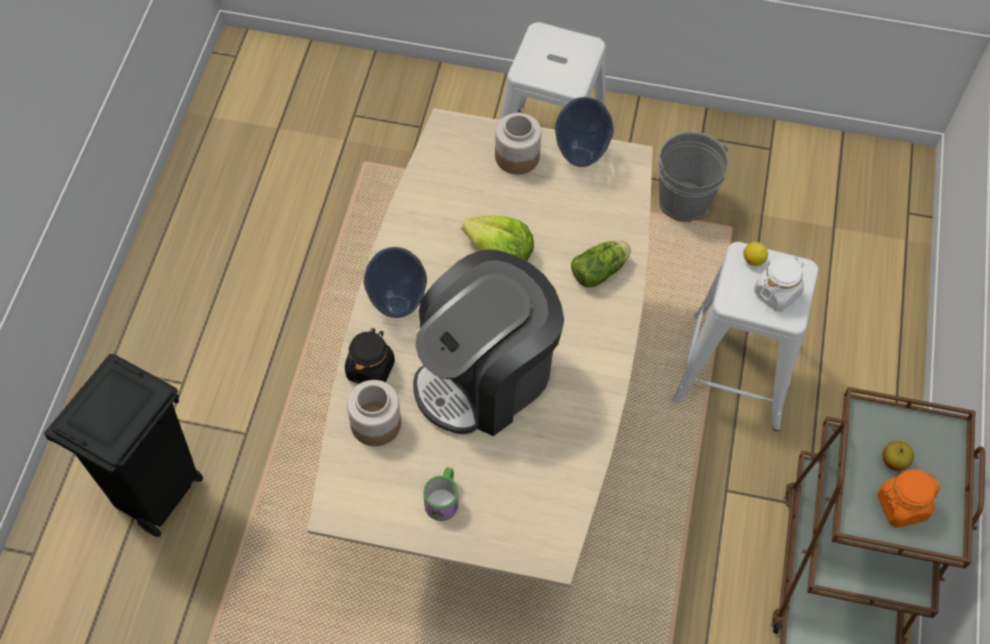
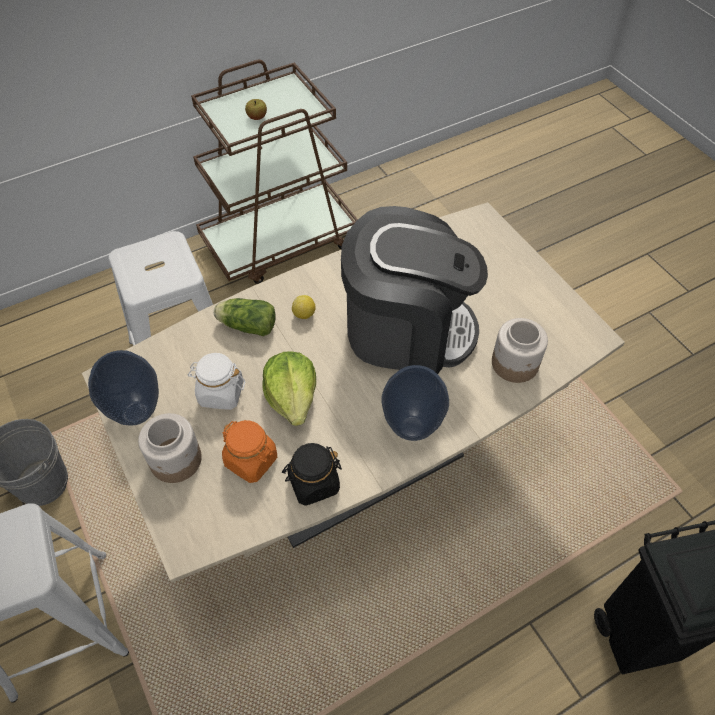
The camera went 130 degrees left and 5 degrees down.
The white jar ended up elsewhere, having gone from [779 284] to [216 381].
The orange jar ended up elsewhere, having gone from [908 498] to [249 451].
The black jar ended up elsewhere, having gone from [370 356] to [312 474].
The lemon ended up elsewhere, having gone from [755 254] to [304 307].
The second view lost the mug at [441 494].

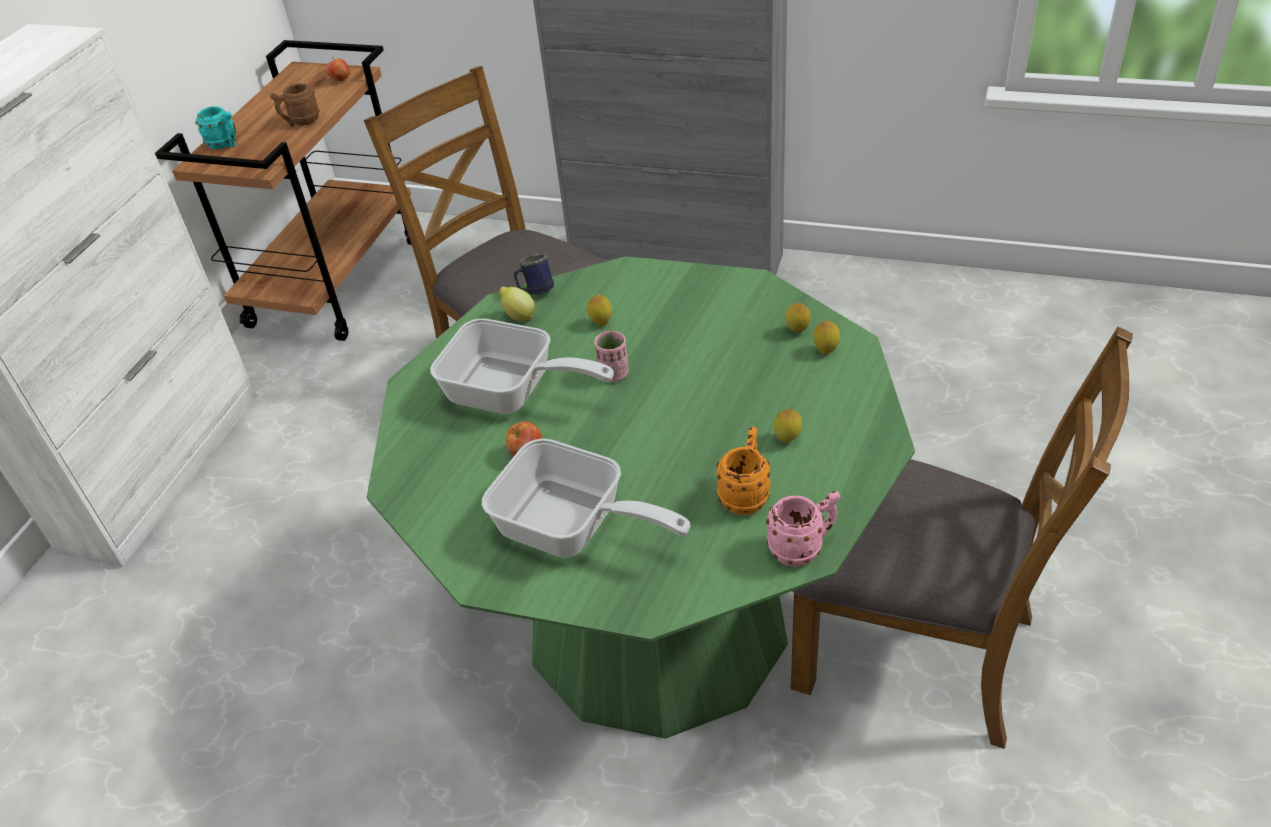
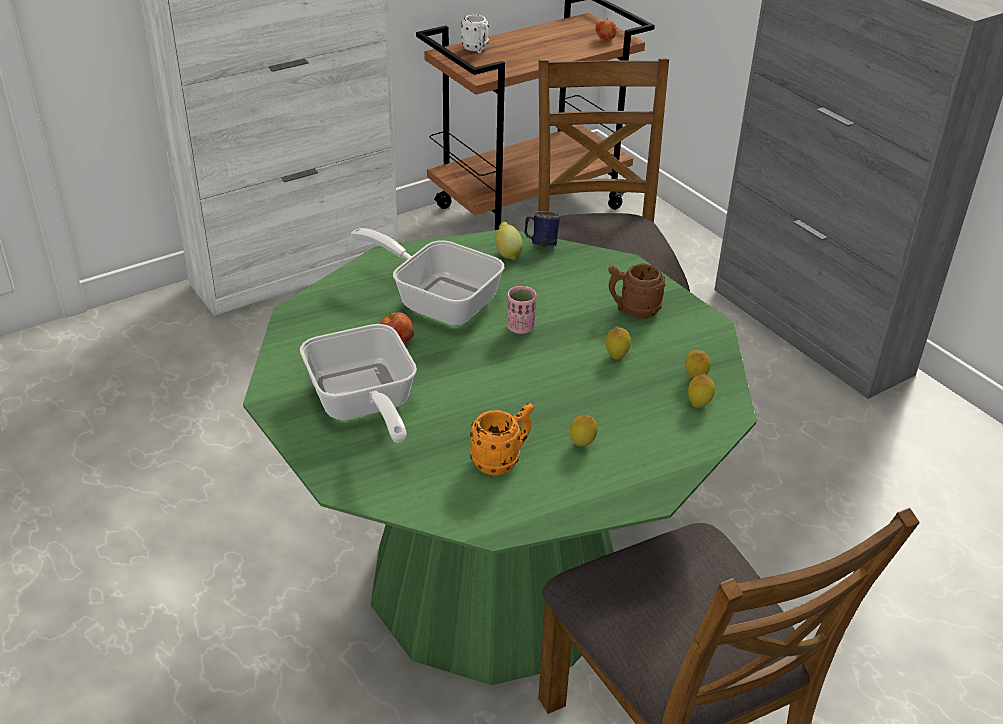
The camera went 35 degrees right and 5 degrees down.
The frying pan at [522 366] ended up facing another way, 150 degrees clockwise from before.
What was the turquoise mug at [216 127] turned into the white mug at [475 34].
The lemon ended up elsewhere, having gone from [599 310] to [618 343].
The brown mug ended up elsewhere, having gone from [295 104] to [637 291].
The second view lost the pink mug at [803 528].

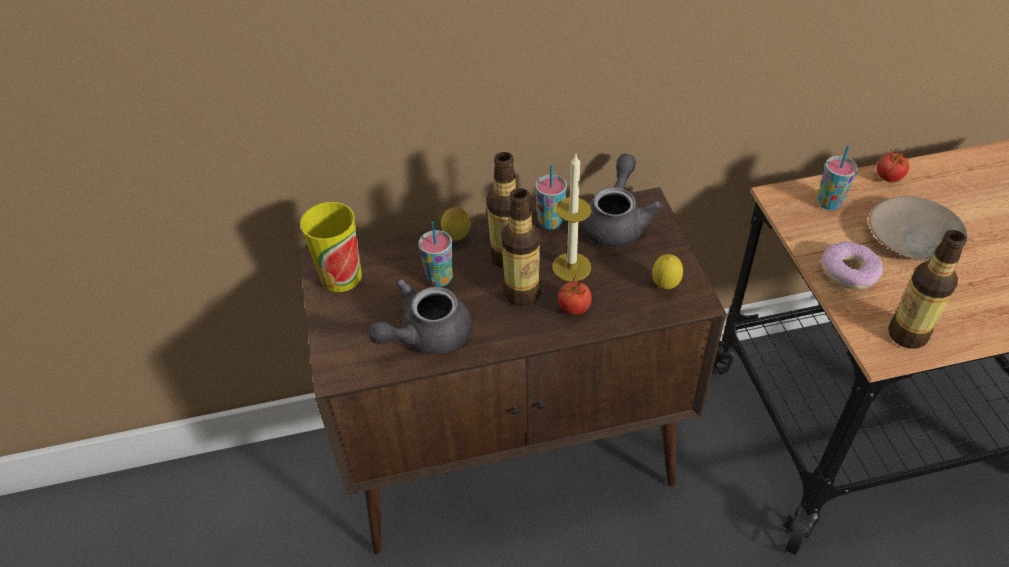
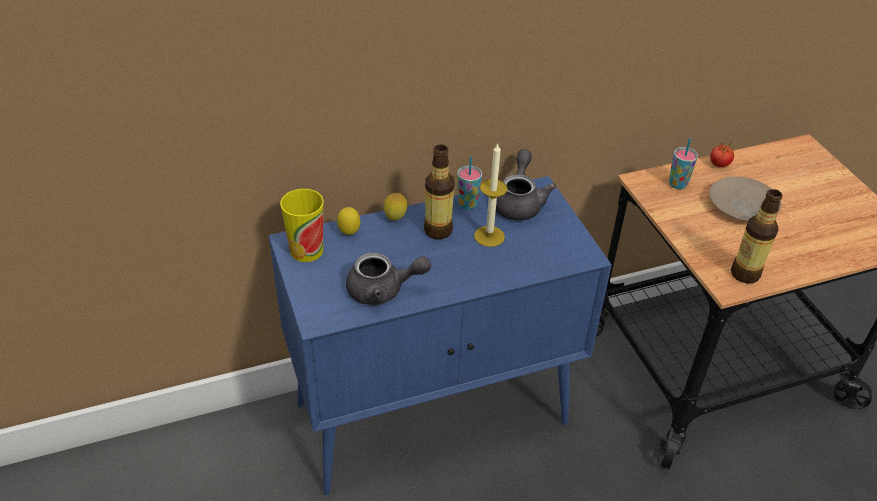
The camera went 10 degrees left and 5 degrees down.
What was the brown cabinet at [512 370] turned into the blue cabinet at [440 335].
The lemon ended up elsewhere, having gone from [667 271] to [348 221].
The grey teapot at [420 316] ended up facing another way, 135 degrees counterclockwise from before.
The second view lost the cup at [435 254].
The second view lost the bottle at [521 247].
The second view lost the tomato at [575 295].
The second view lost the donut at [852 265].

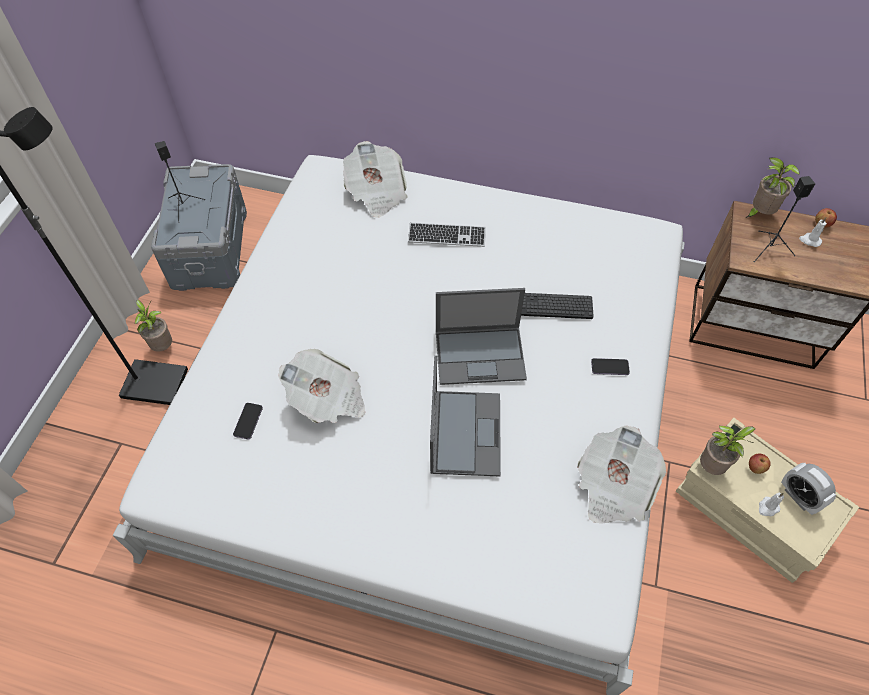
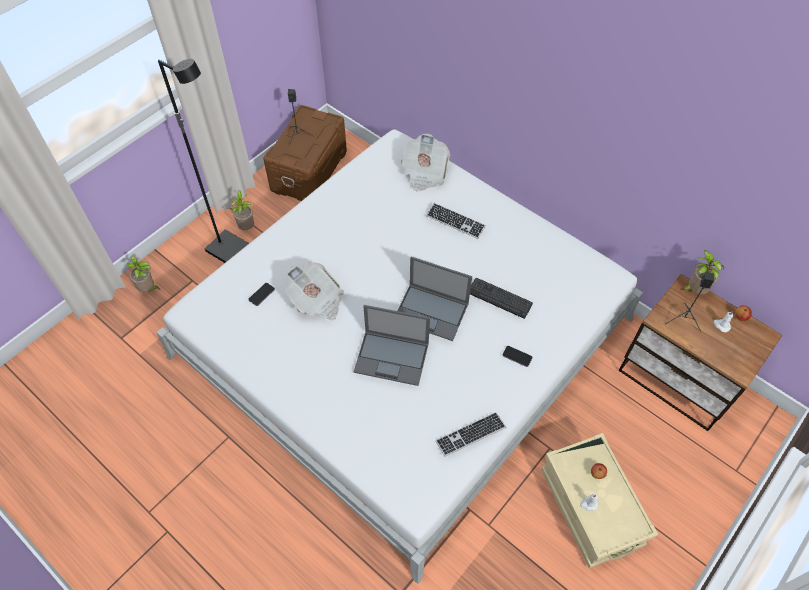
The camera went 25 degrees right and 0 degrees up.
The potted plant ended up elsewhere, having gone from [727 450] to [143 274].
What was the grey storage box at [199 227] turned into the brown storage box at [305 153].
The laptop at [465 416] ended up facing another way, 75 degrees clockwise from before.
Where the newspaper stood at [621 475], the keyboard came to stand at [470 434].
The second view lost the alarm clock at [808 489].

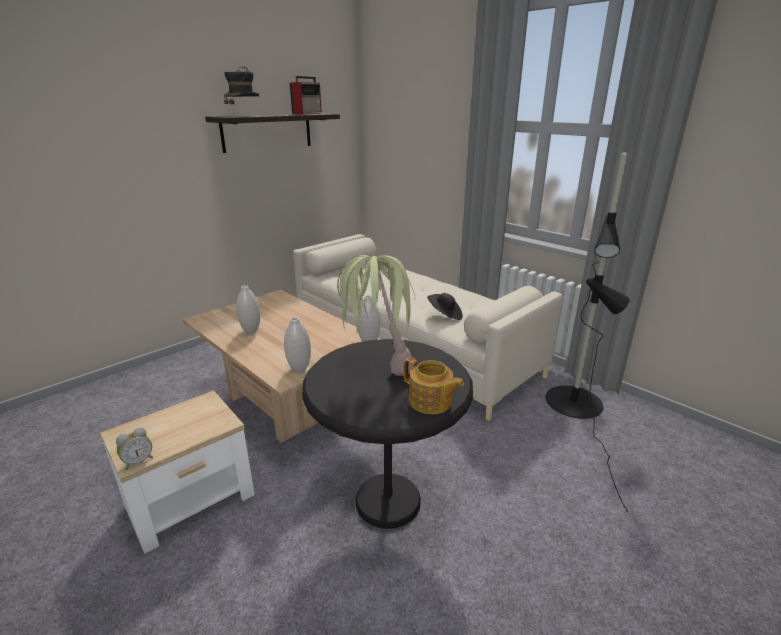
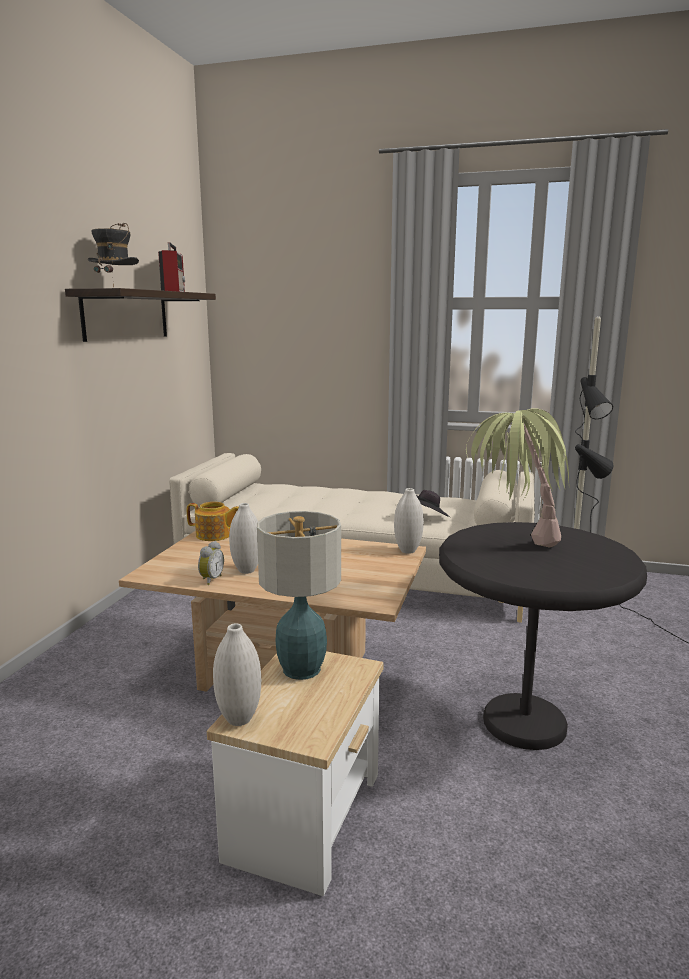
The camera went 30 degrees left and 10 degrees down.
The teapot ended up elsewhere, having gone from [433 385] to [213 521].
The alarm clock ended up elsewhere, having gone from [134 449] to [211 563].
The white vase ended up elsewhere, having gone from [297 344] to [237 675].
The second view gained the table lamp at [299 595].

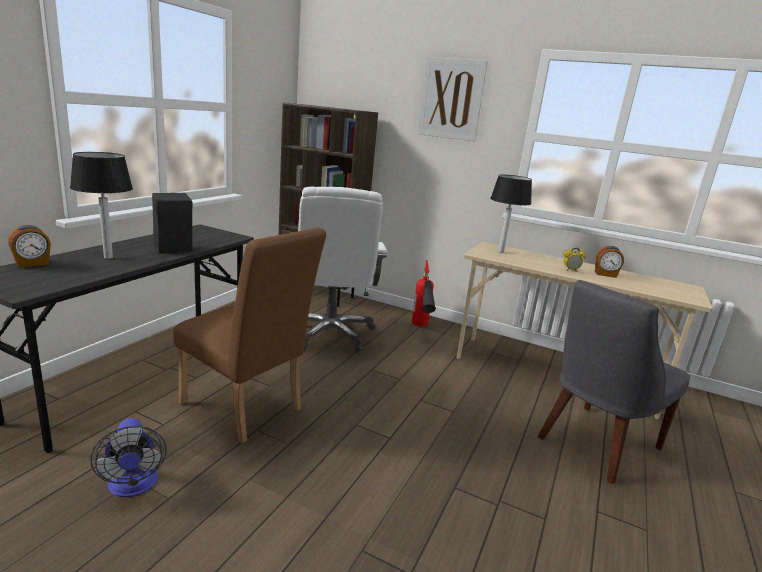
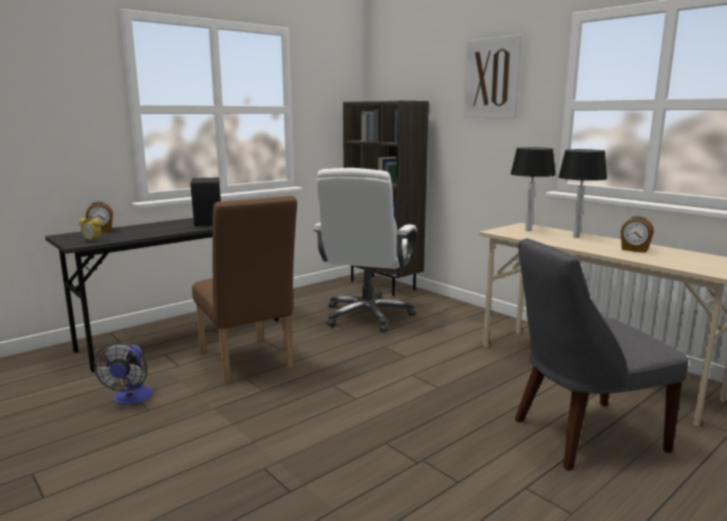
The camera went 25 degrees right and 5 degrees down.
The alarm clock ended up elsewhere, having gone from [574 260] to [90 228].
The table lamp ended up elsewhere, having gone from [101 205] to [582 193].
The second view lost the fire extinguisher at [424 293].

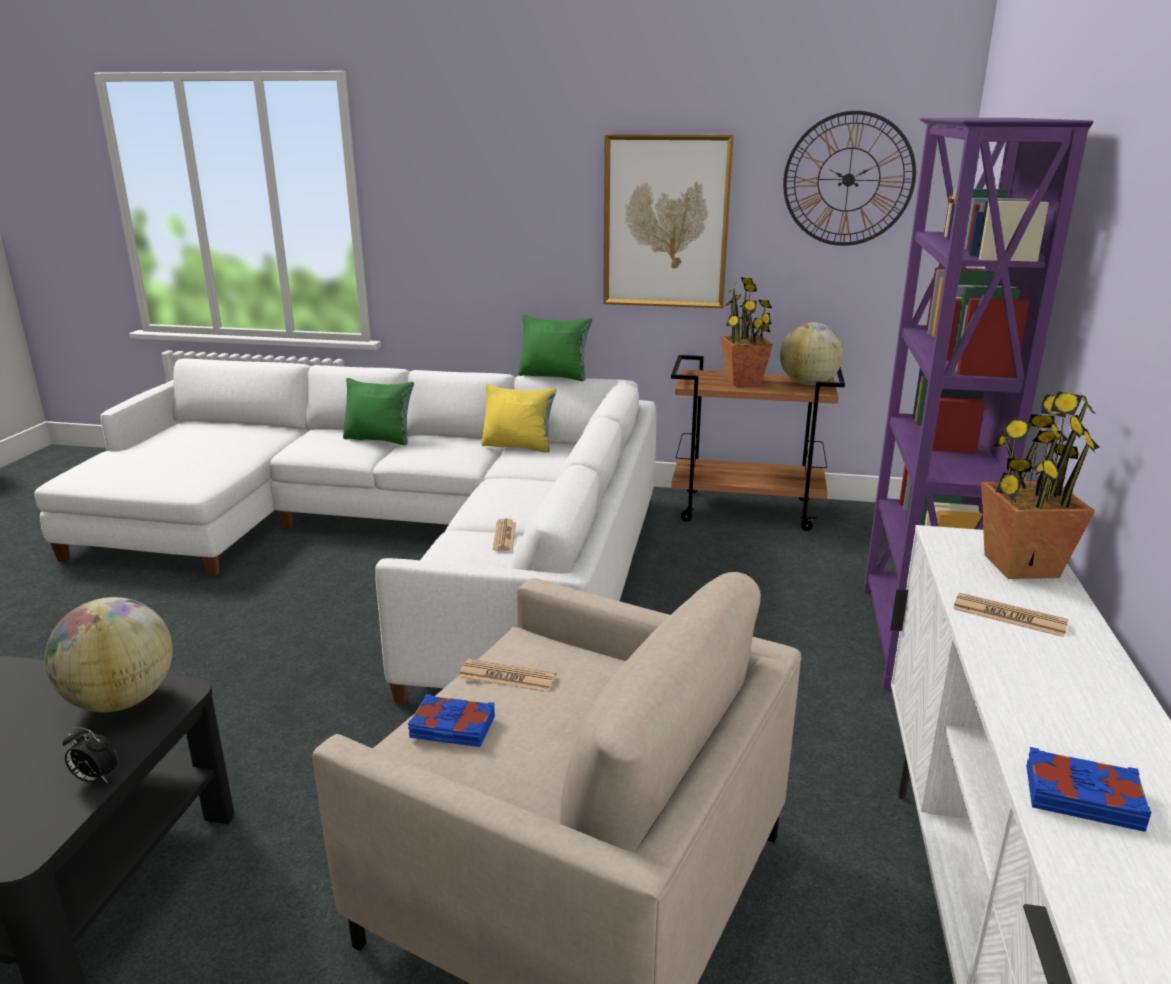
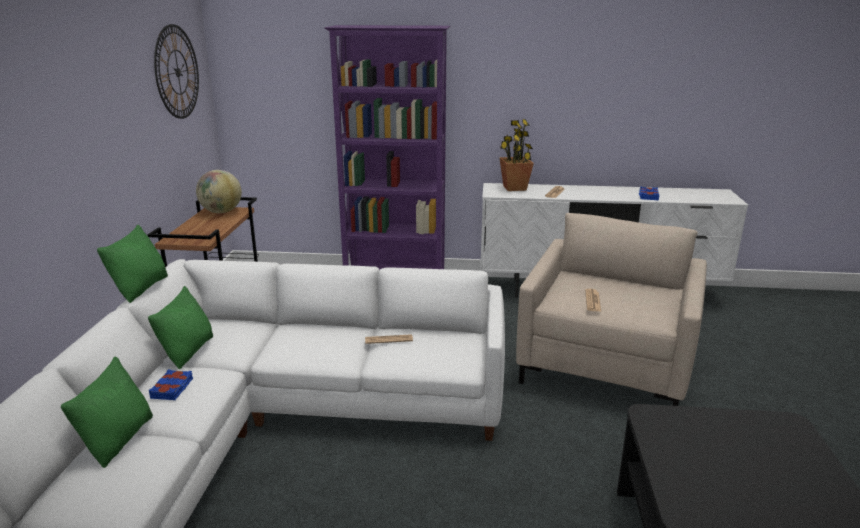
The camera went 95 degrees left and 0 degrees up.
What was the yellow pillow at [519 418] turned into the green pillow at [180 327].
The blue book ended up elsewhere, having gone from [451 720] to [171 384].
The second view lost the globe at [109 654].
The second view lost the alarm clock at [90 755].
The second view lost the picture at [668 221].
The second view lost the potted plant at [746 331].

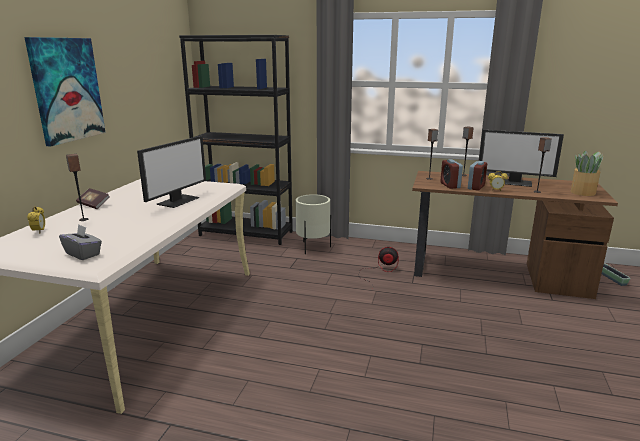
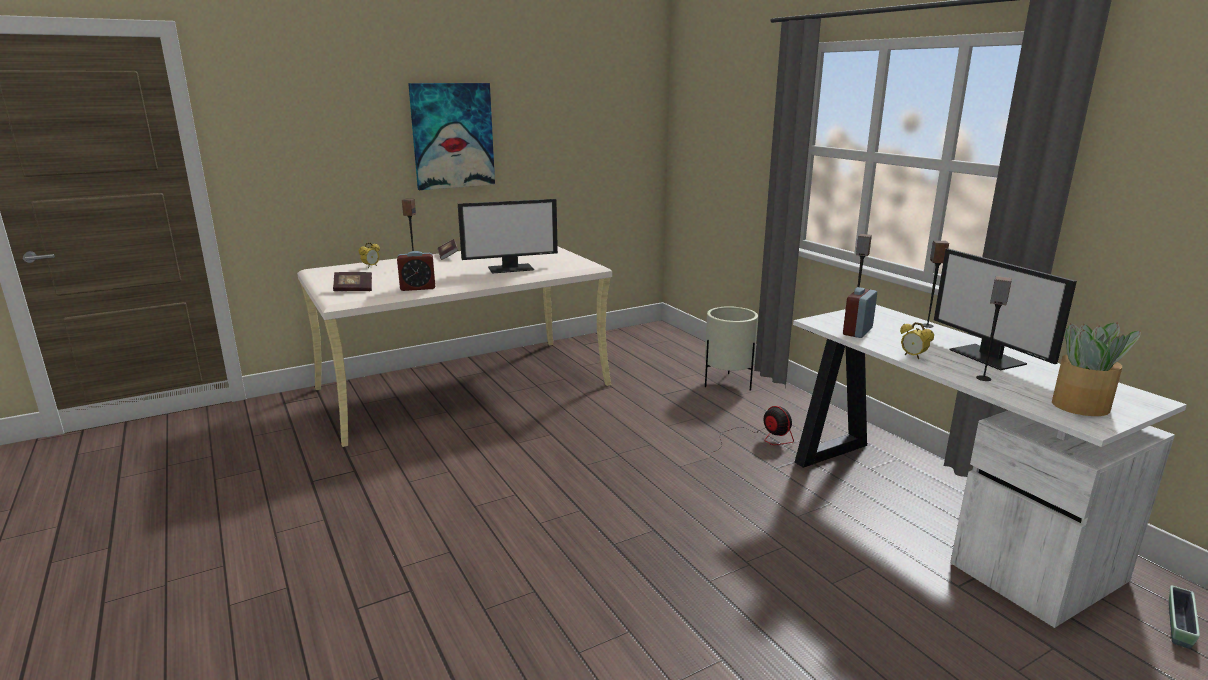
The camera went 45 degrees right and 0 degrees up.
Where the grey tissue box stood at [80 242], the book came to stand at [352 281].
The alarm clock ended up elsewhere, having gone from [477 176] to [416 271].
What was the brown desk at [515 235] turned into the white desk at [990 466].
The second view lost the black bookcase at [236 140].

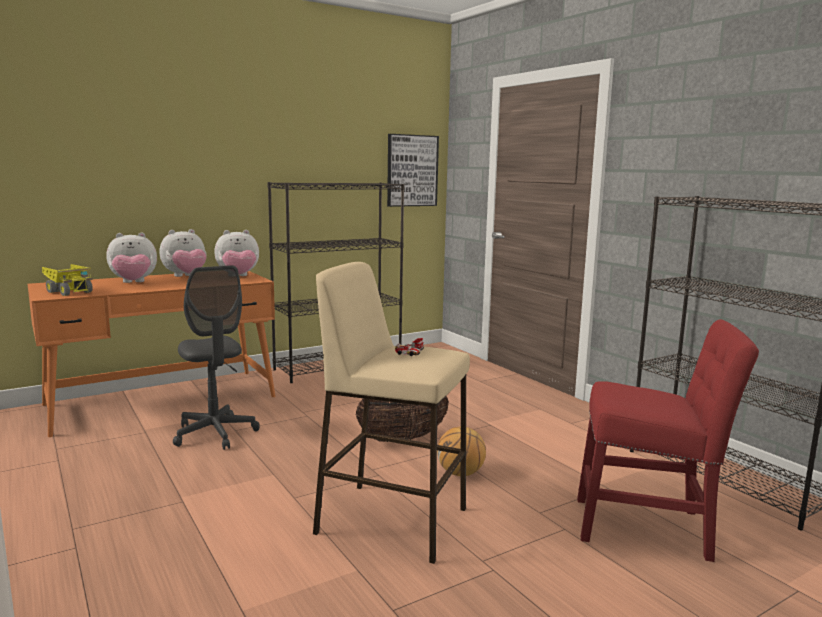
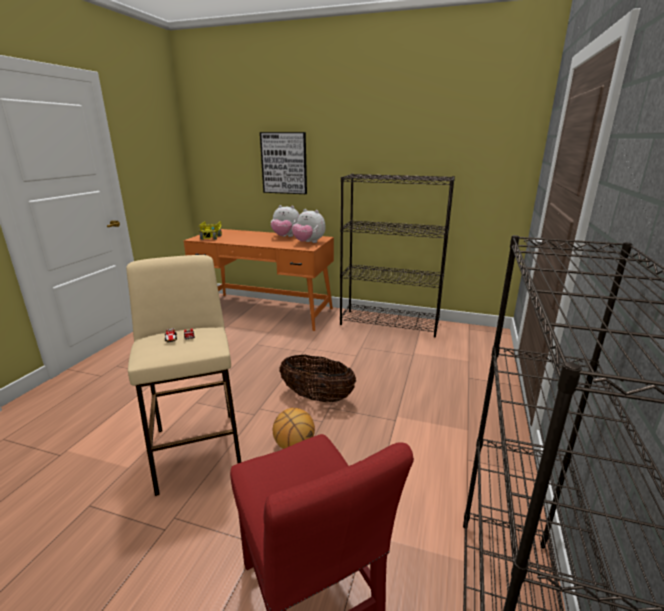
The camera went 50 degrees right and 10 degrees up.
The picture ended up elsewhere, having gone from [413 170] to [283 163].
The second view lost the plush toy at [131 258].
The second view lost the grey office chair at [216 357].

